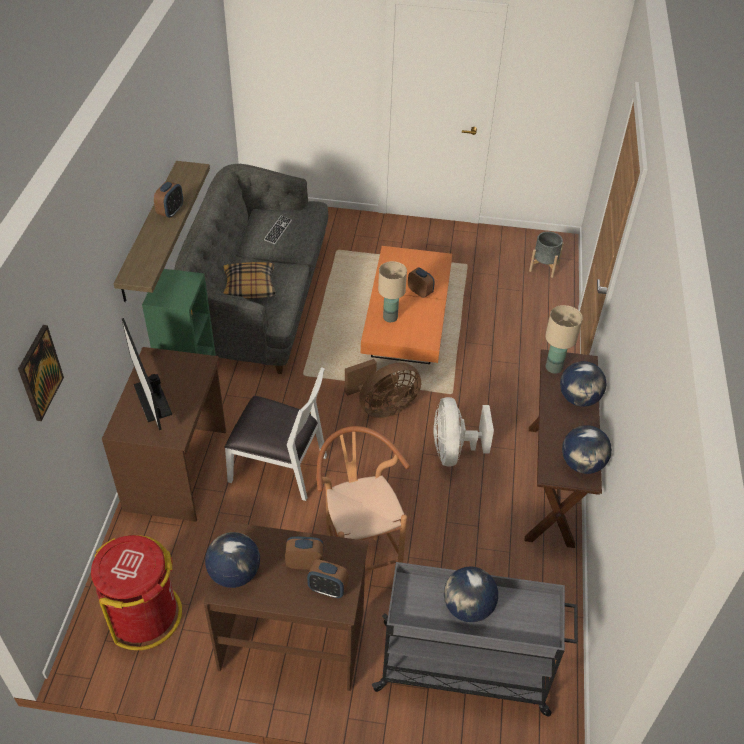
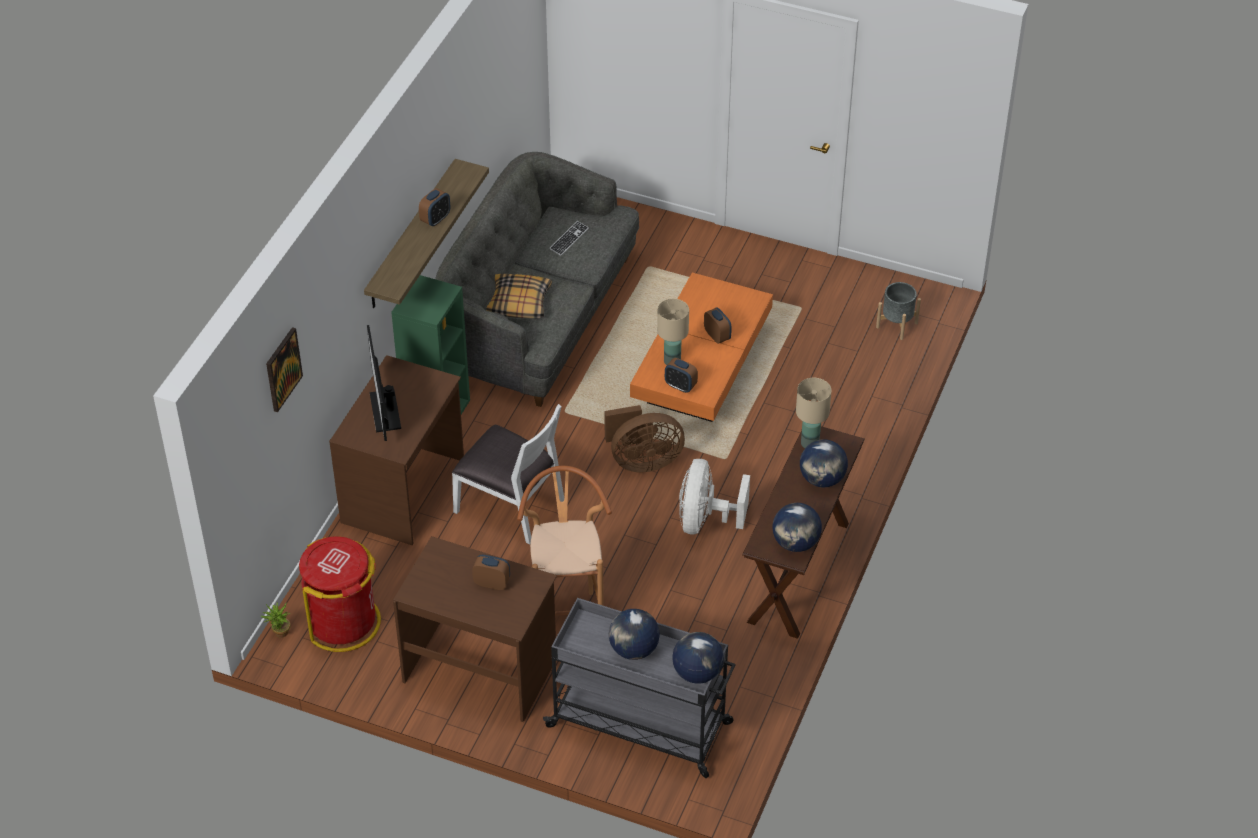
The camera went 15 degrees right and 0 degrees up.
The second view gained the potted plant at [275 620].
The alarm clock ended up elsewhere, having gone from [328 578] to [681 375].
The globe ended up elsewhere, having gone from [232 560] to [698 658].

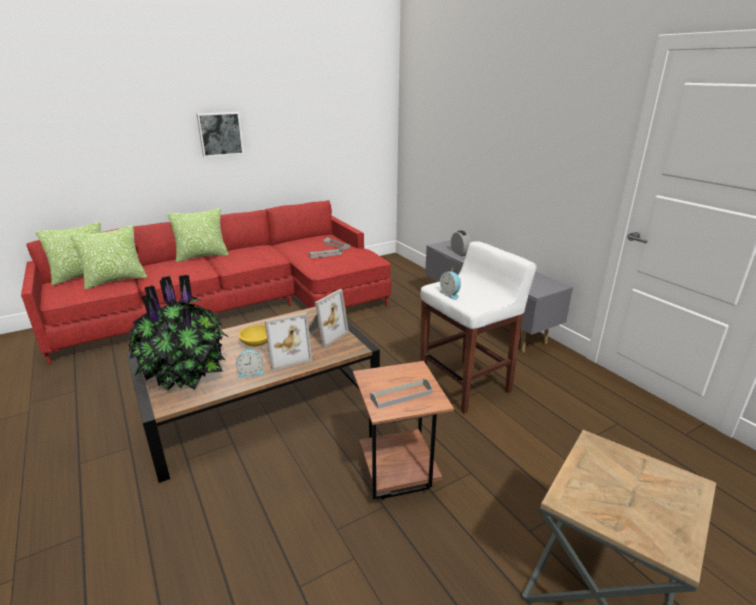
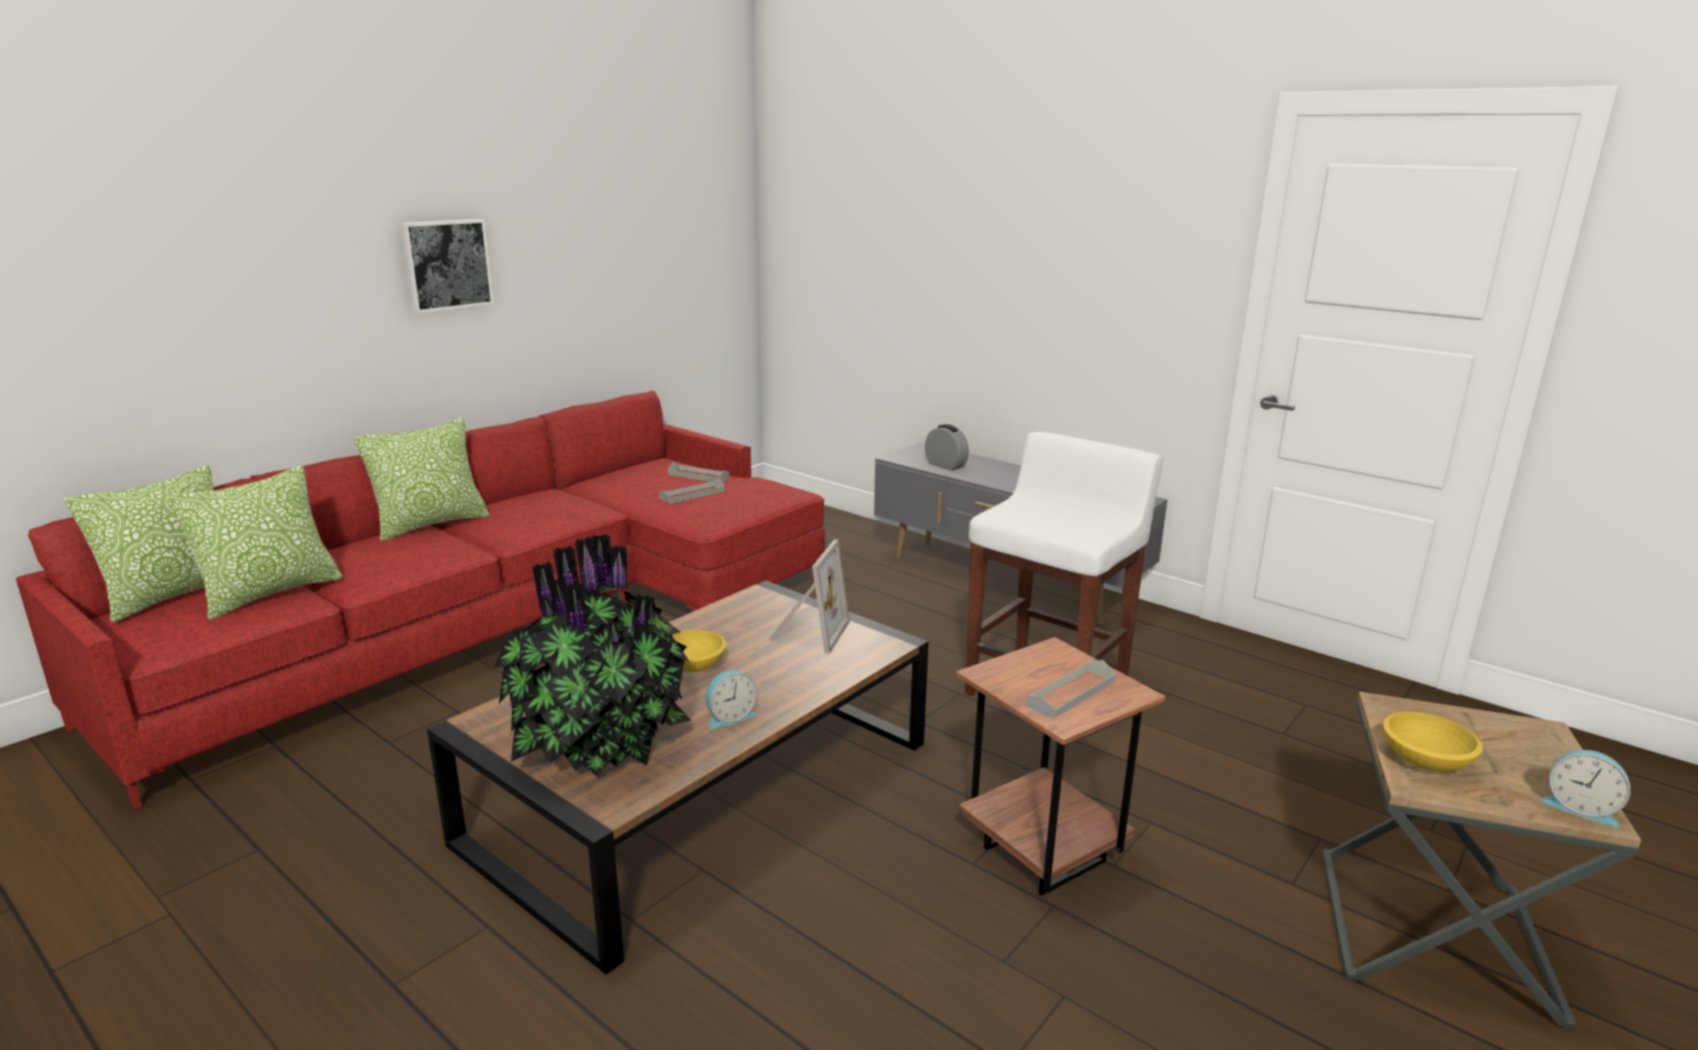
The camera went 20 degrees left and 5 degrees down.
The second view gained the yellow bowl at [1433 742].
The alarm clock ended up elsewhere, having gone from [450 286] to [1585 788].
The second view lost the picture frame at [288 341].

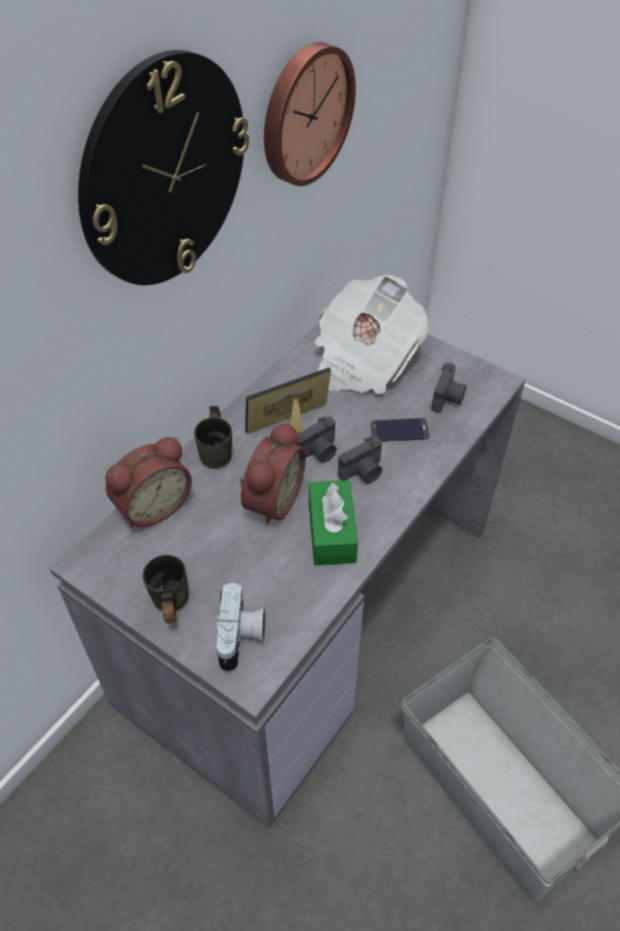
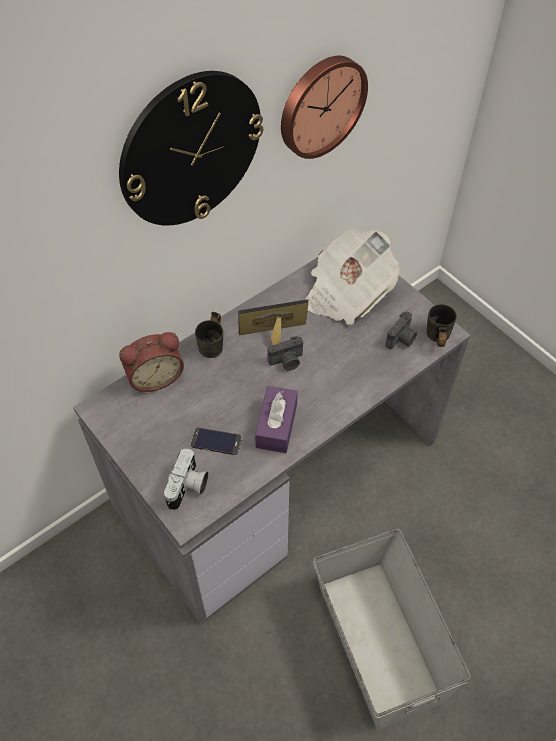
The camera went 15 degrees right and 5 degrees up.
The phone ended up elsewhere, having gone from [400 430] to [216 441].
What was the green tissue box at [333 522] turned into the purple tissue box at [276 419].
The grey mug ended up elsewhere, having gone from [166 589] to [442 325].
The second view lost the alarm clock at [273 474].
The second view lost the photo camera at [360 460].

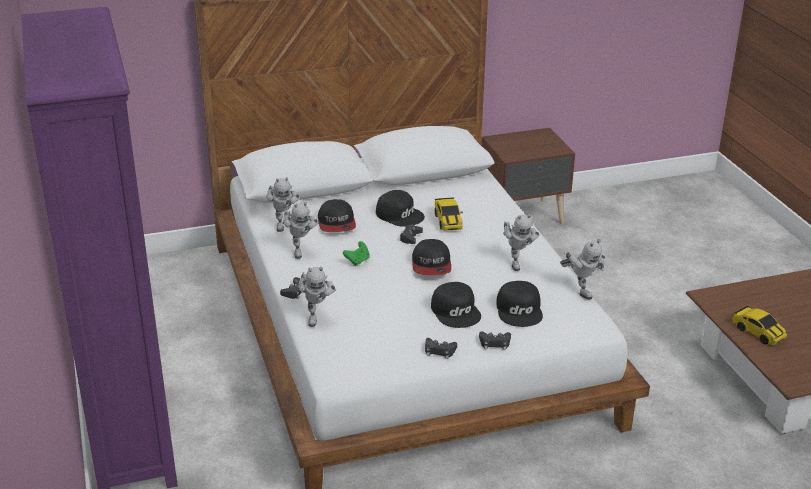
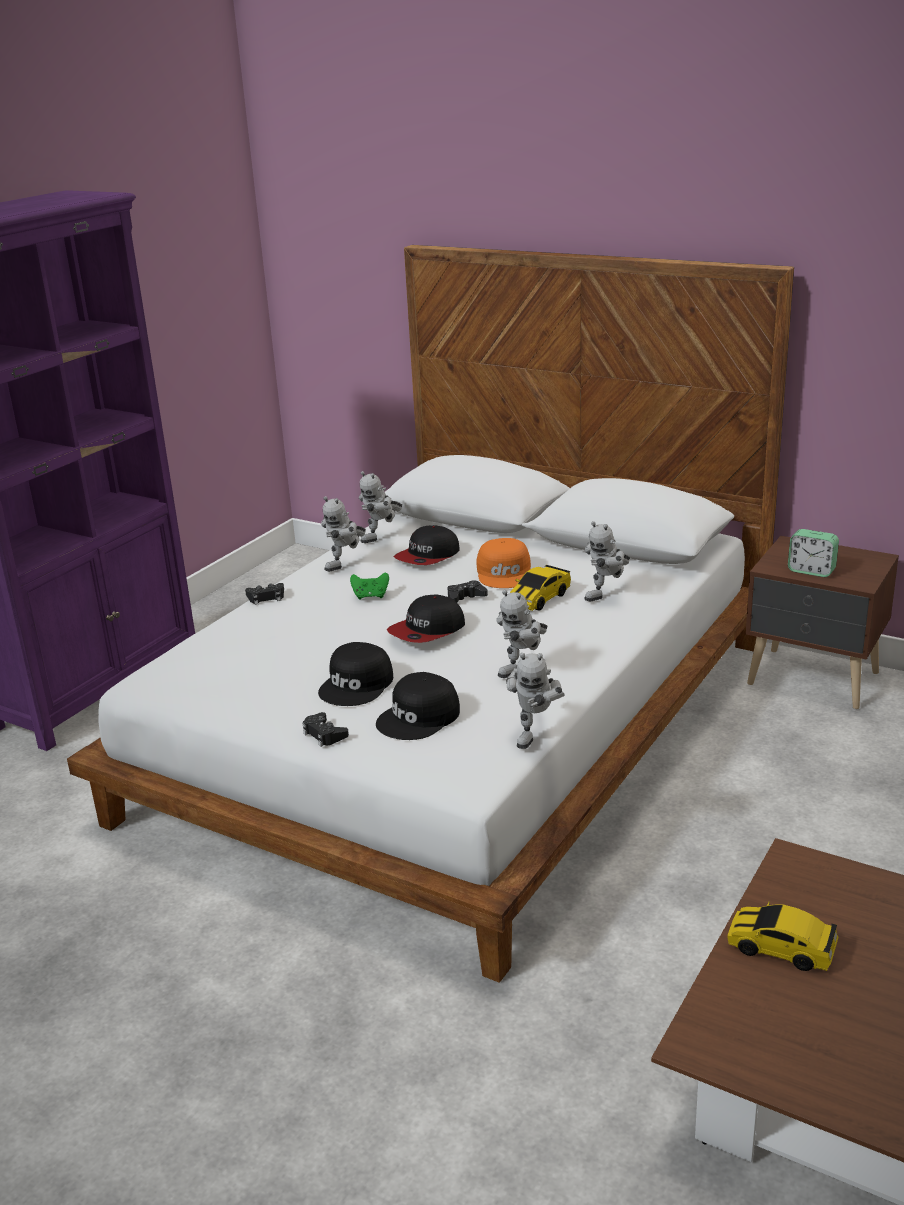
The camera went 50 degrees right and 5 degrees down.
What was the black cap at [400 208] turned into the orange cap at [504 563].
The toy robot ended up elsewhere, having gone from [316 297] to [607 561].
The toy car at [759 325] ended up facing another way, 105 degrees clockwise from before.
The second view gained the alarm clock at [813 553].
The second view lost the black game controller at [441 348].

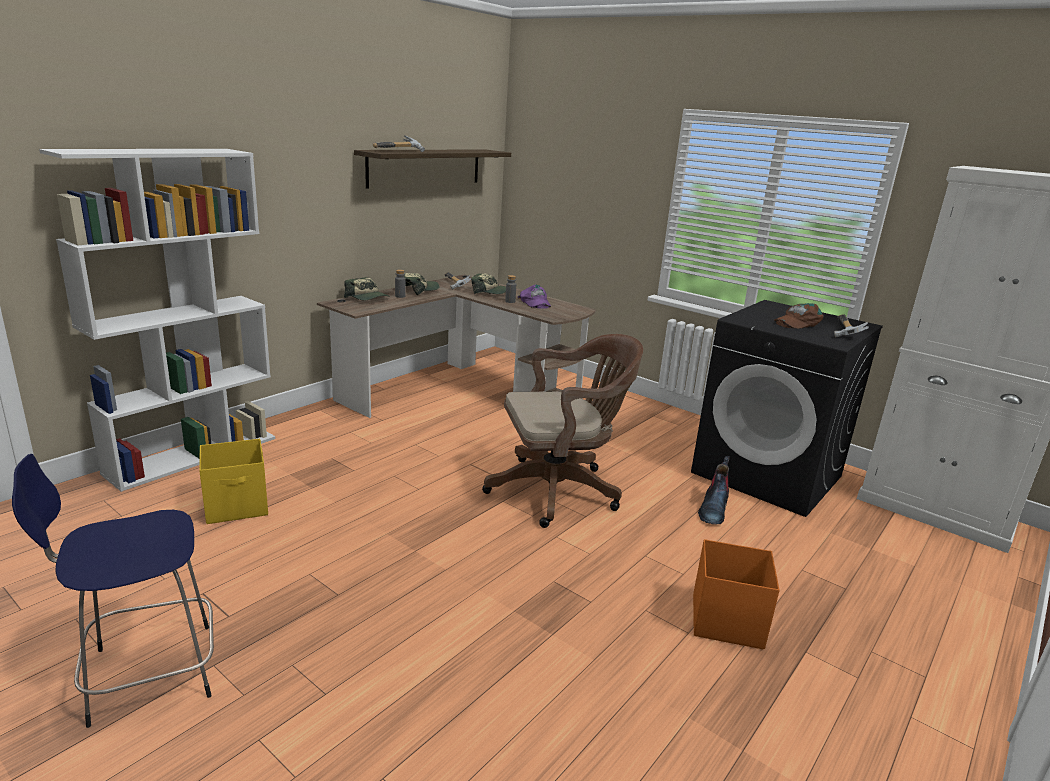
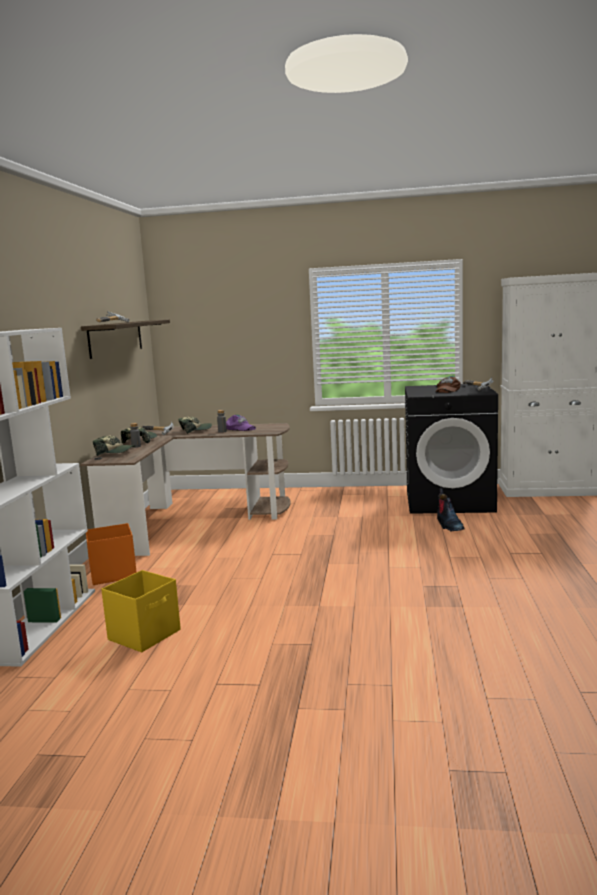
The camera went 30 degrees left and 10 degrees down.
The orange storage box ended up elsewhere, having gone from [736 594] to [111 554].
The second view lost the blue stool at [113 591].
The second view lost the brown office chair at [562 431].

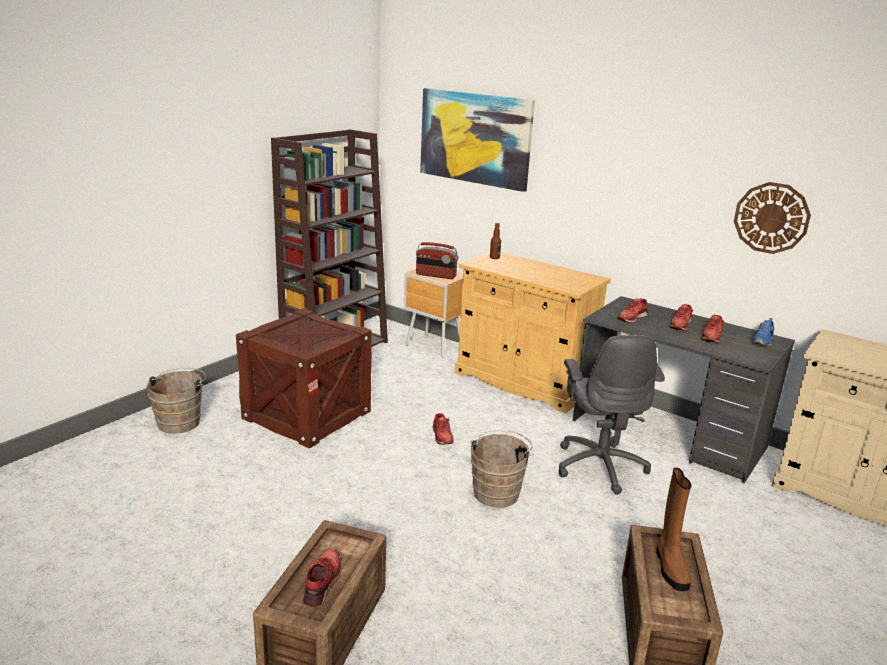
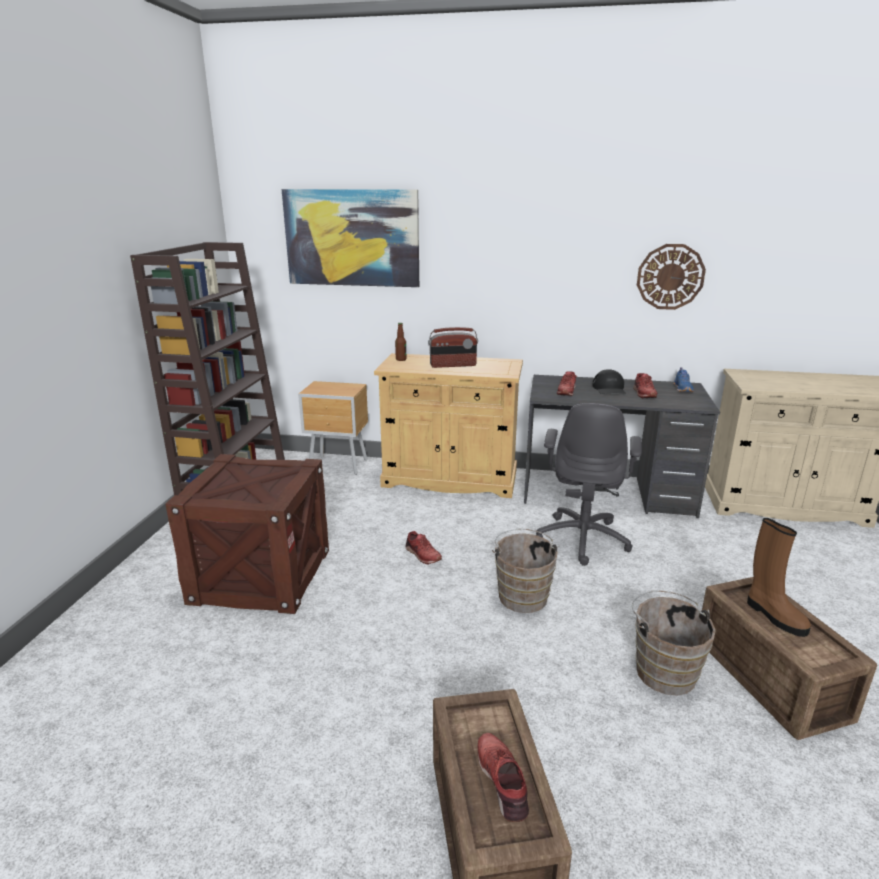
The camera went 25 degrees left and 0 degrees up.
The radio ended up elsewhere, having gone from [437 260] to [453 347].
The grey office chair at [612 415] ended up facing another way, 45 degrees clockwise from before.
Where the red shoe stood at [681 317], the black cap came to stand at [609 381].
The brown bucket ended up elsewhere, having gone from [176 401] to [674 642].

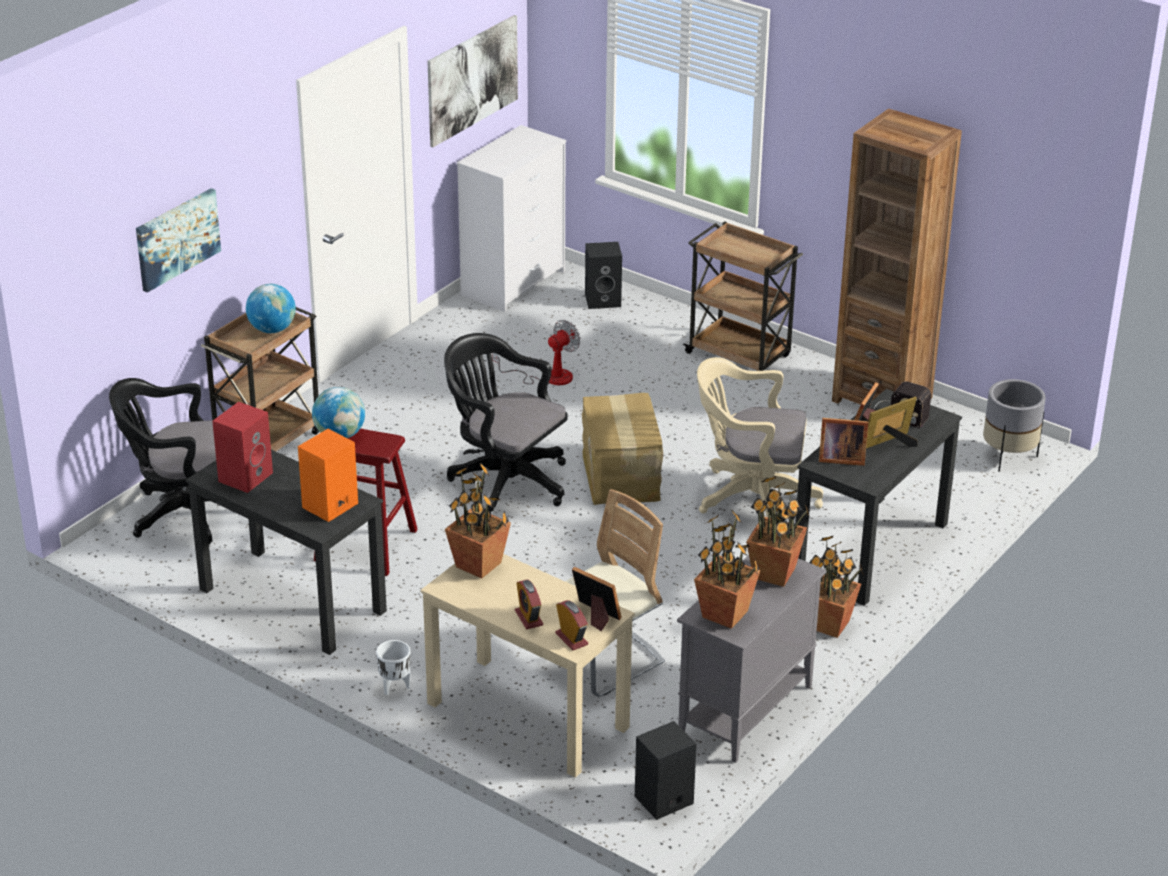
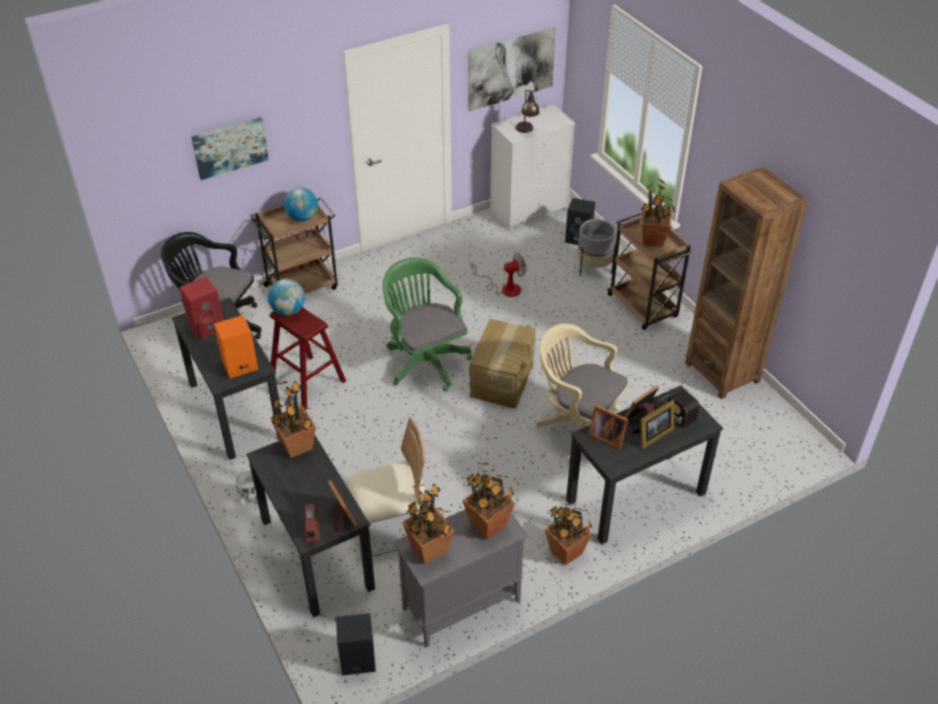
The camera went 25 degrees right and 10 degrees up.
What was the beige desk at [528 666] turned into the black desk at [310 527].
What was the black office chair at [506 423] turned into the green office chair at [427 324].
The second view gained the table lamp at [528 111].
The grey planter ended up elsewhere, having gone from [1014 425] to [597 247].
The picture frame at [892 422] ended up facing another way, 150 degrees clockwise from before.
The second view gained the potted plant at [658 212].
The second view lost the alarm clock at [529 604].

